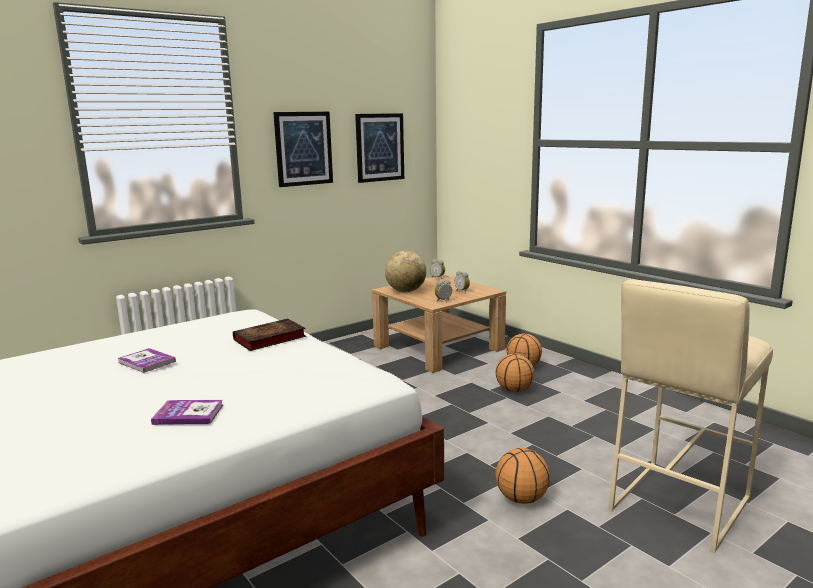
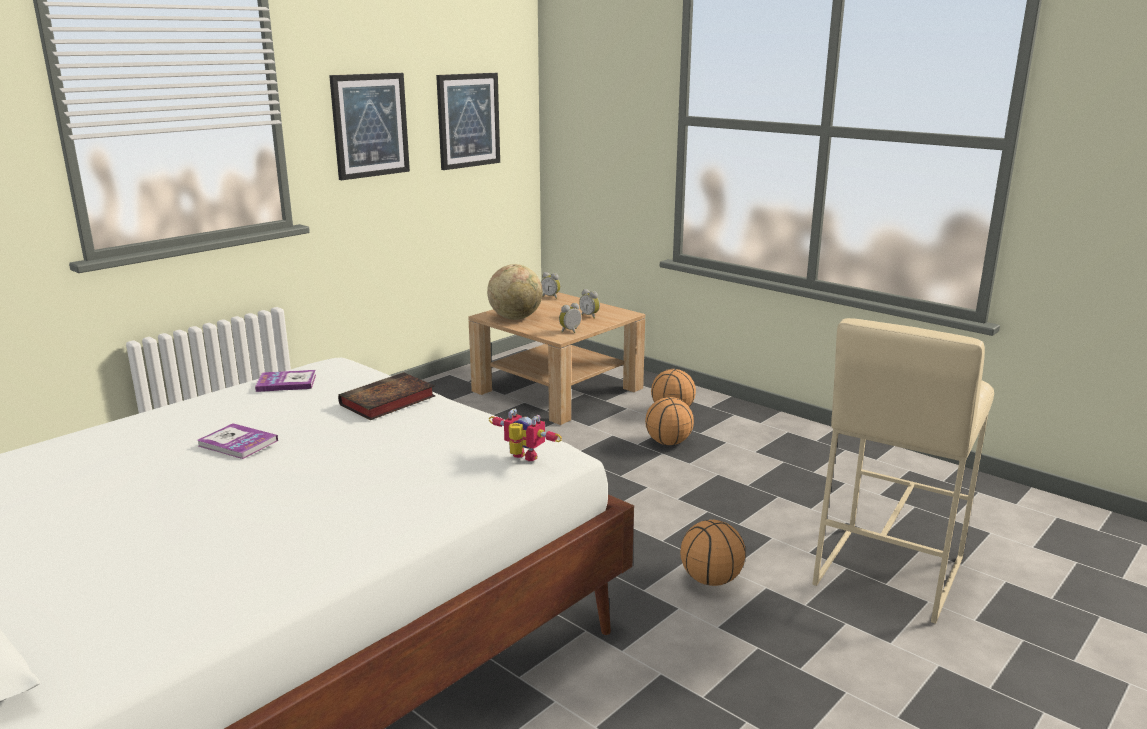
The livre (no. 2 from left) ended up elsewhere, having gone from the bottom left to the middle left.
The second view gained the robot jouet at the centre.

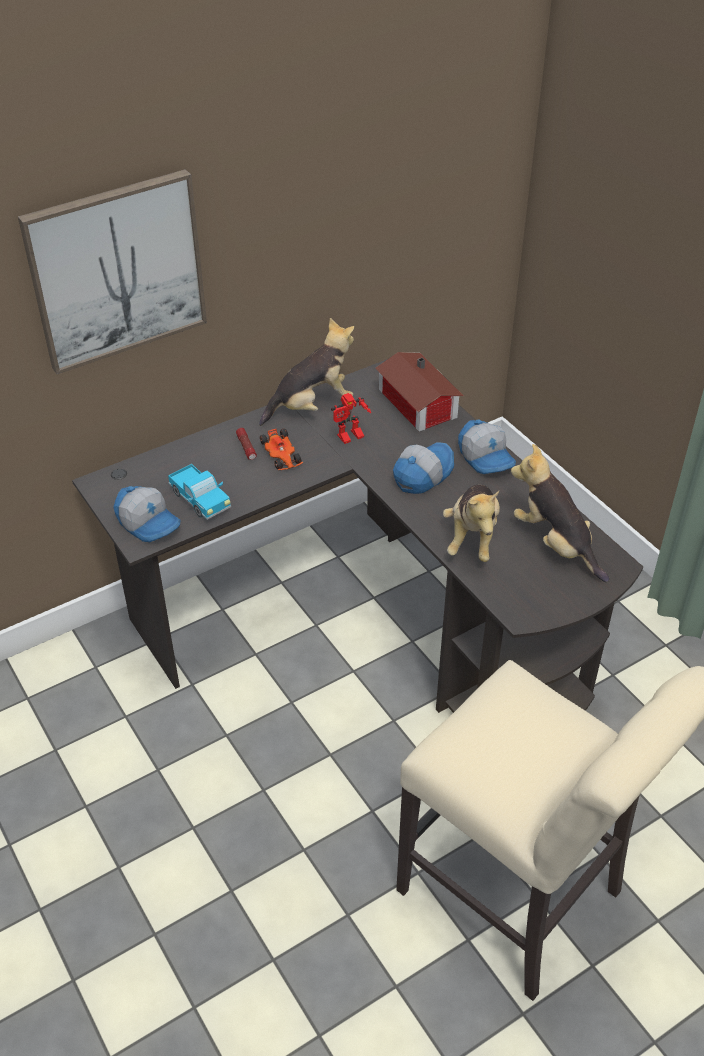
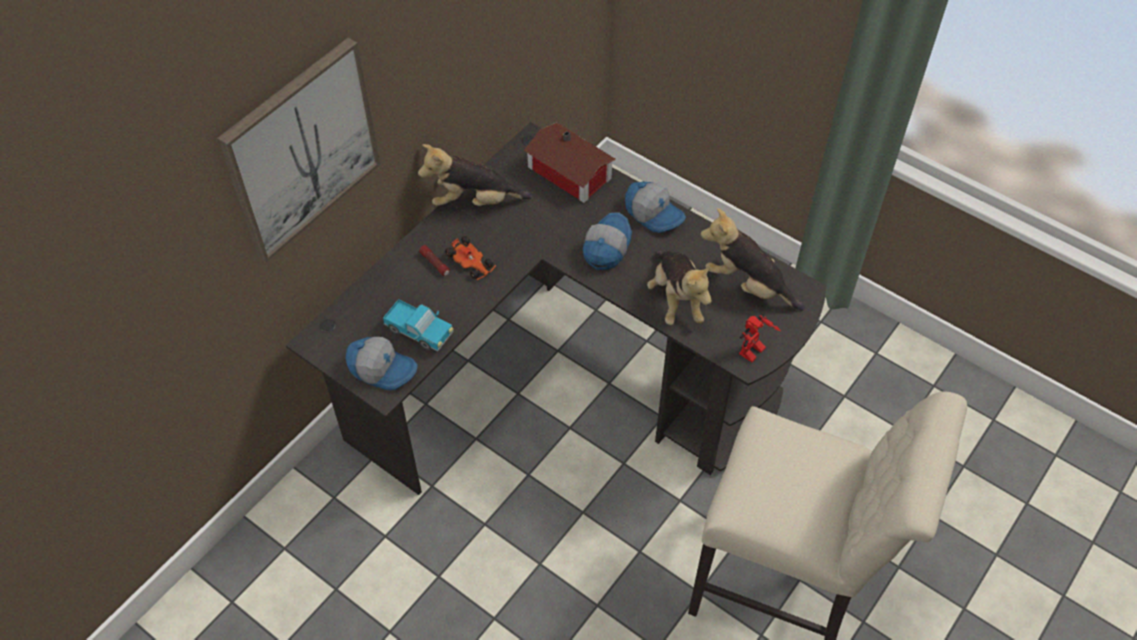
The peluche (no. 1 from left) at the centre ended up facing another way, 135 degrees counterclockwise from before.
The robot jouet ended up elsewhere, having gone from the centre to the middle right.

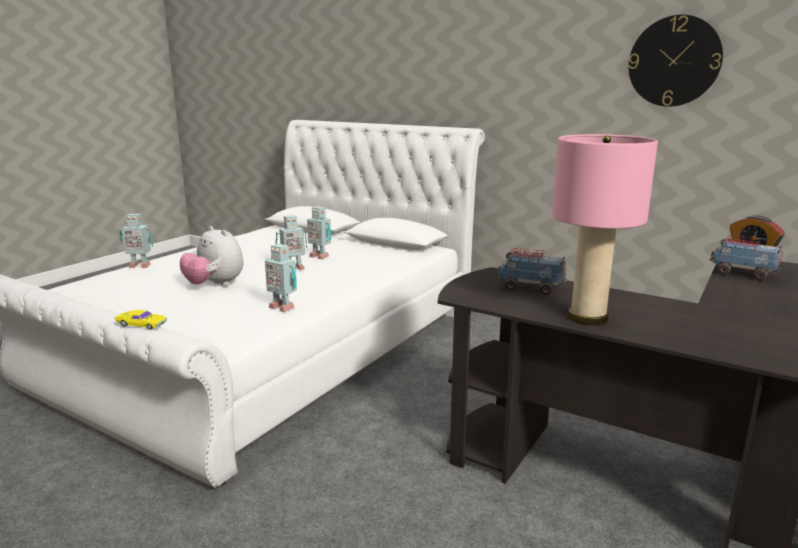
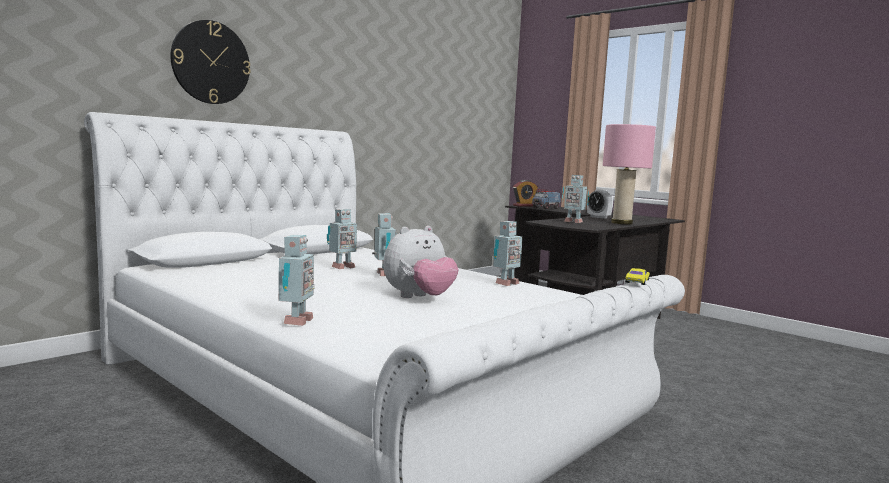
Where the camion jouet (no. 1 from left) stood at the middle right, the robot jouet (no. 5 from left) came to stand at the centre.
The horloge murale ended up elsewhere, having gone from the top right to the top left.
The second view gained the réveil (no. 2 from left) at the middle right.

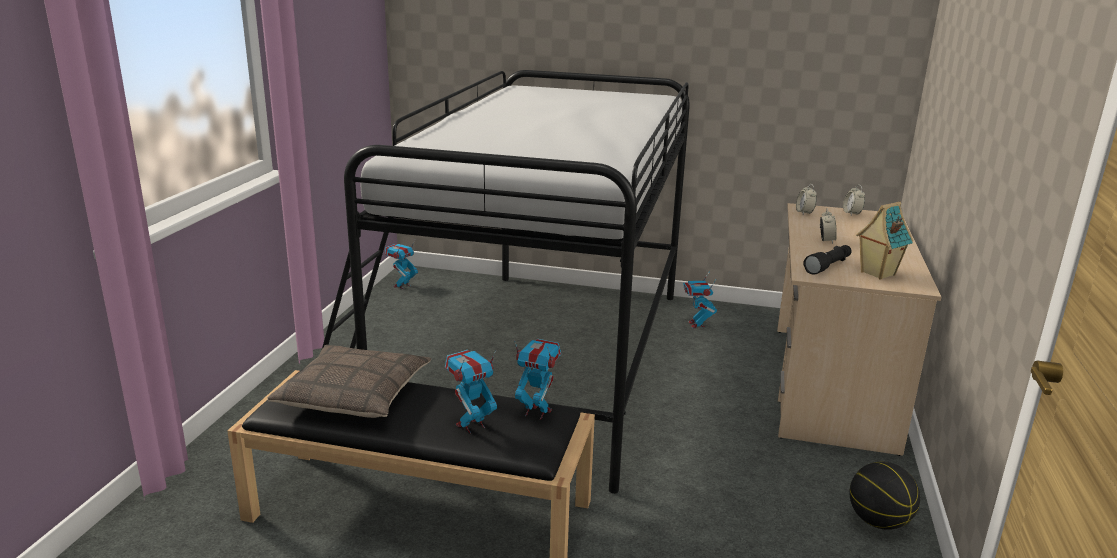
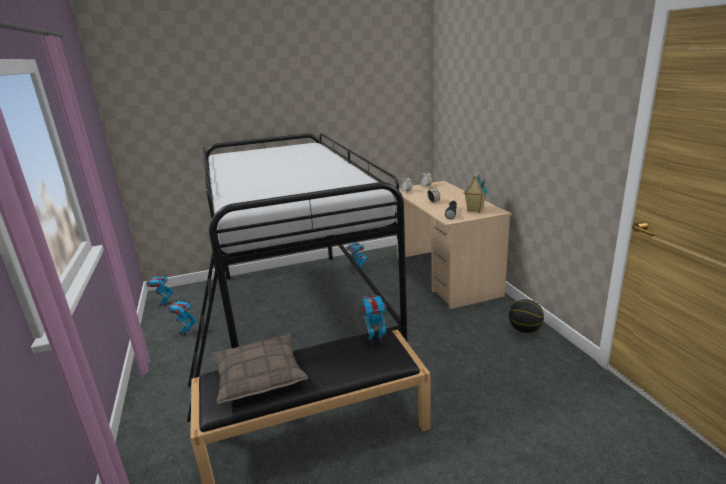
The robot jouet (no. 2 from left) ended up elsewhere, having gone from the bottom centre to the middle left.

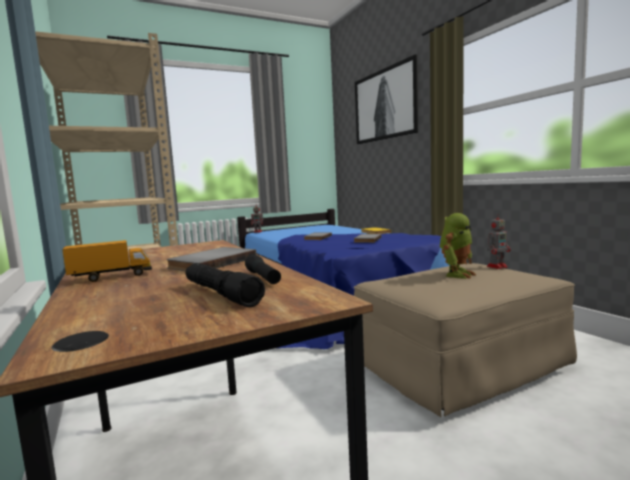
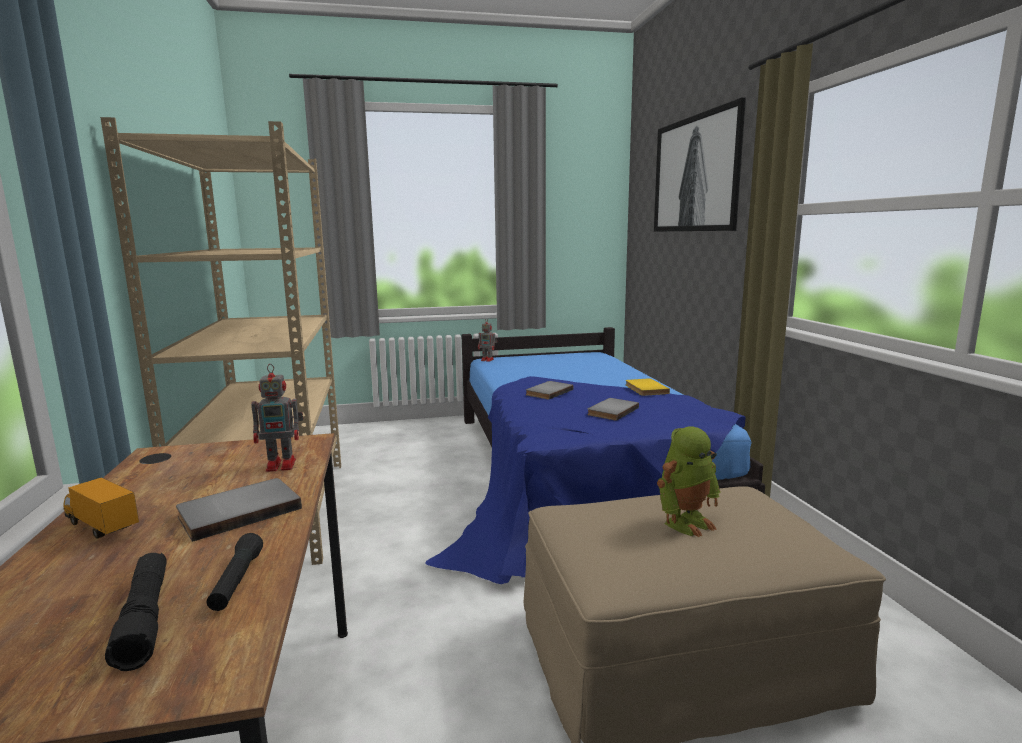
The camion jouet at the middle left ended up facing another way, 135 degrees counterclockwise from before.
The robot jouet (no. 3 from left in the first image) ended up elsewhere, having gone from the middle right to the middle left.

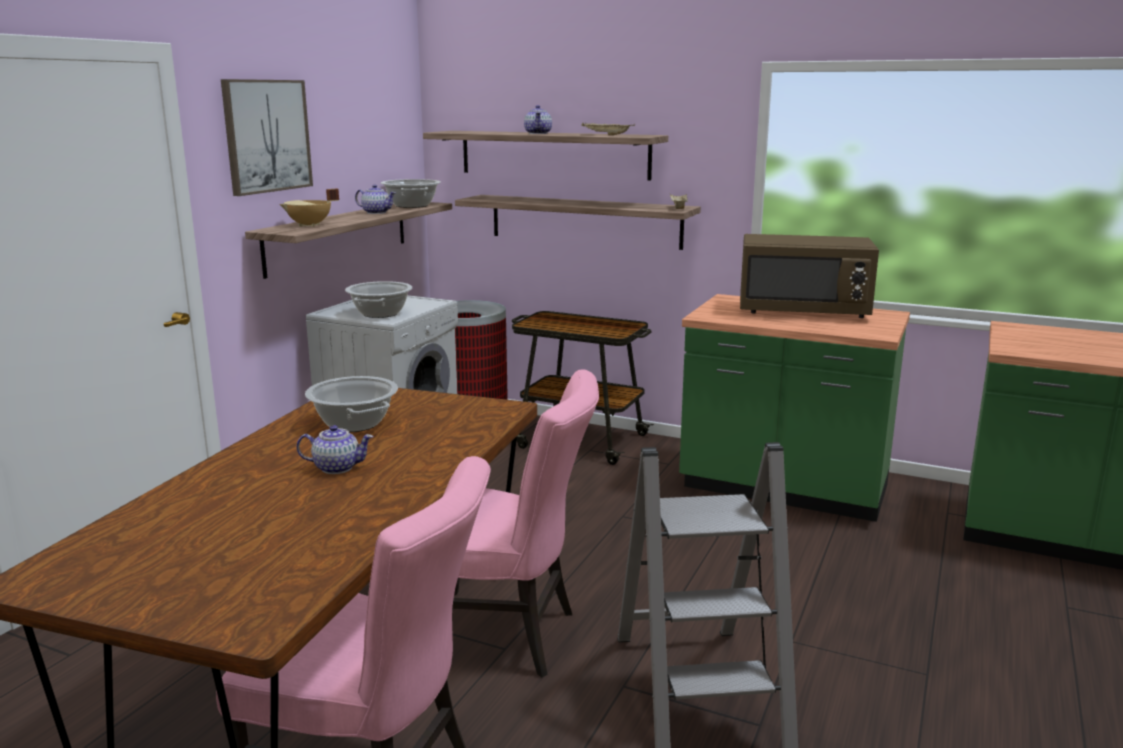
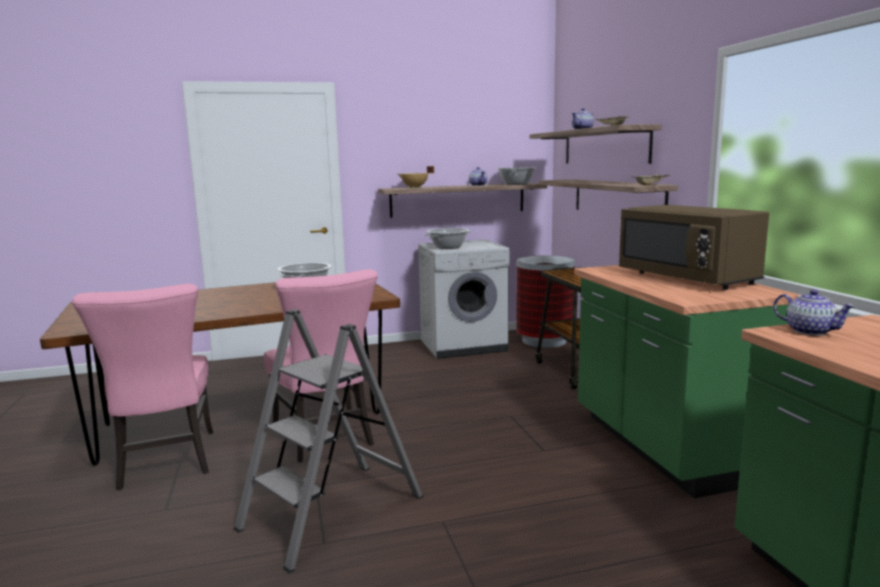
The second view lost the tableau at the top left.
The théière (no. 1 from left in the first image) ended up elsewhere, having gone from the middle left to the middle right.

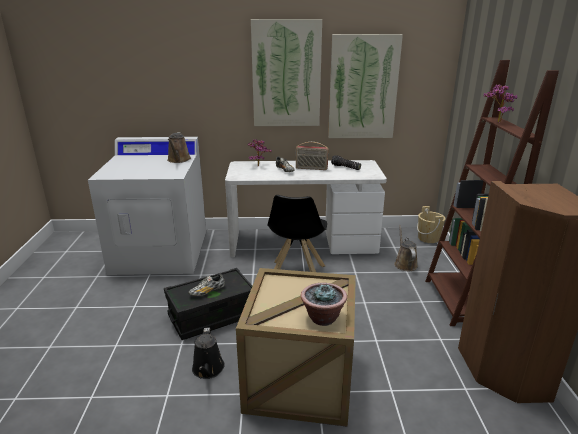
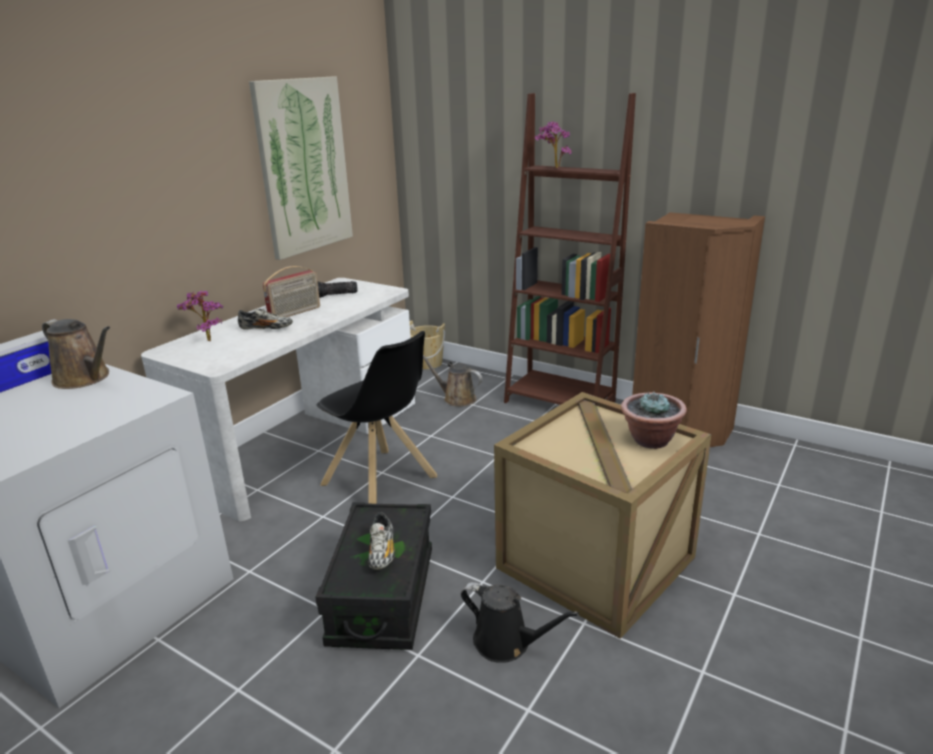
The second view lost the tableau (no. 1 from left) at the top centre.

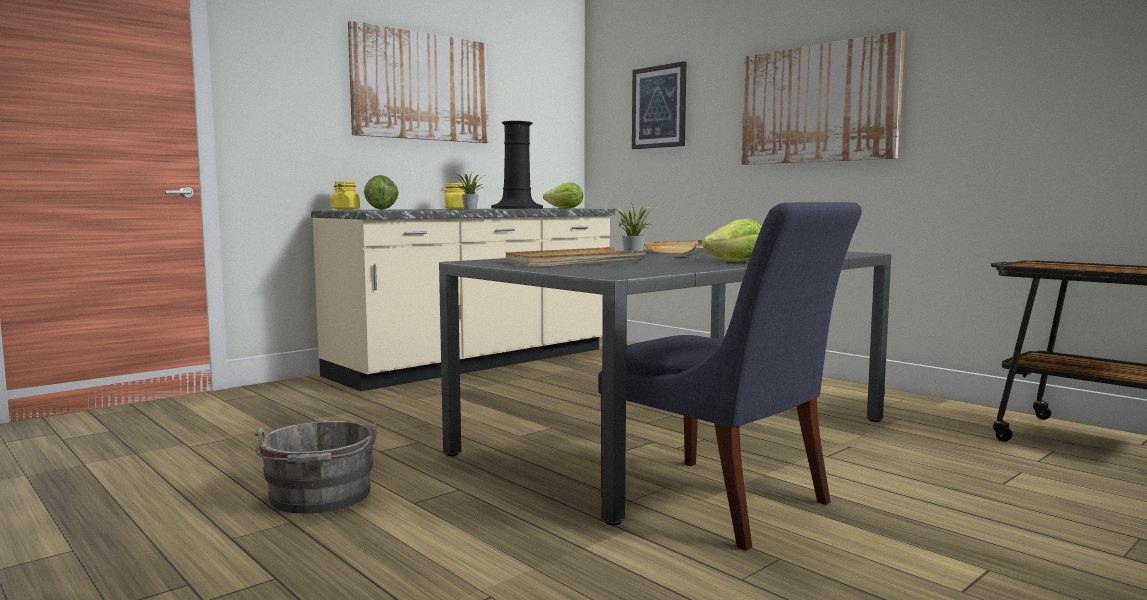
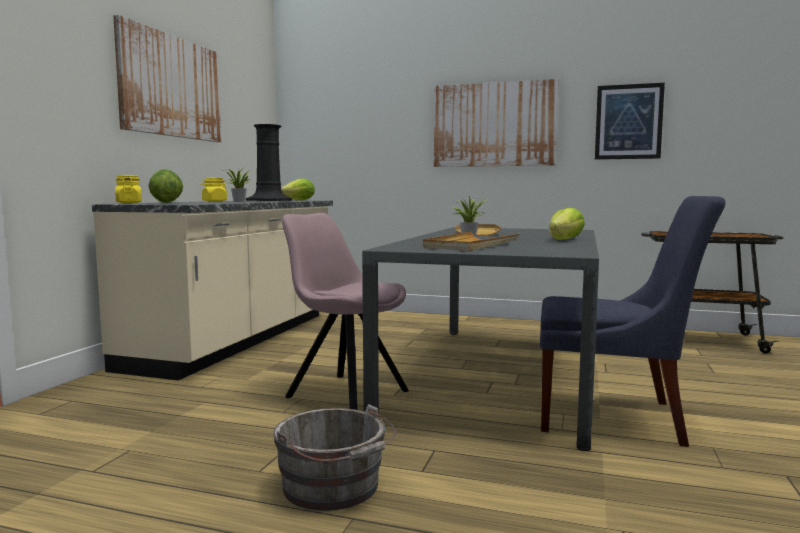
The tableau (no. 2 from left in the first image) ended up elsewhere, having gone from the top centre to the top right.
The second view gained the chaise (rose) at the centre.

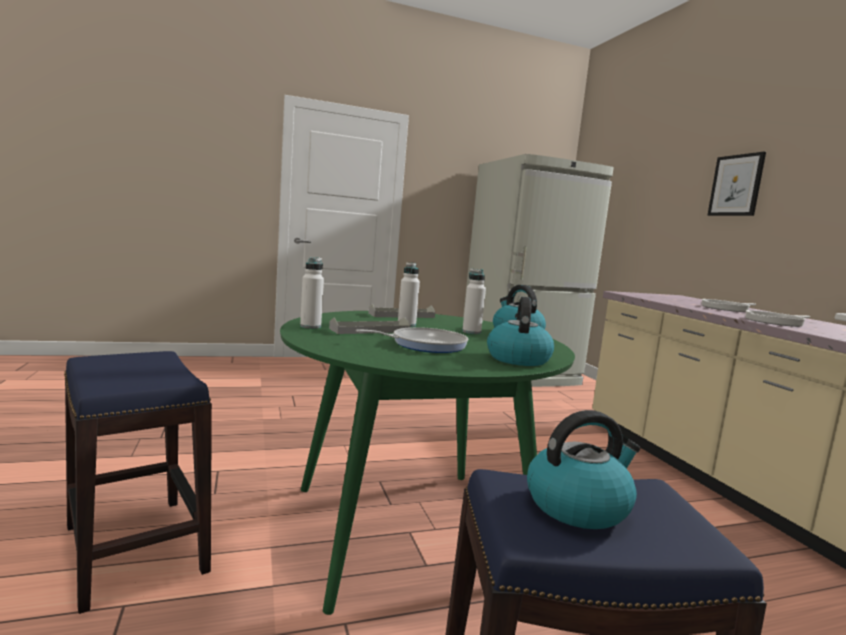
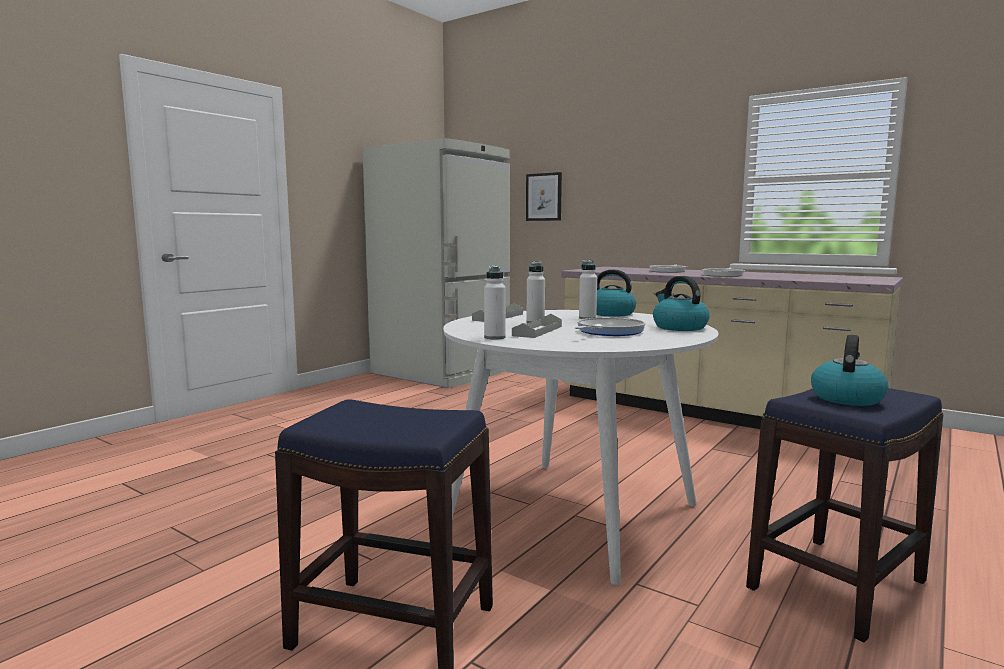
What was the table à manger (vert) at the bottom centre turned into the table à manger (blanc) at the bottom centre.
The tableau ended up elsewhere, having gone from the top right to the top centre.

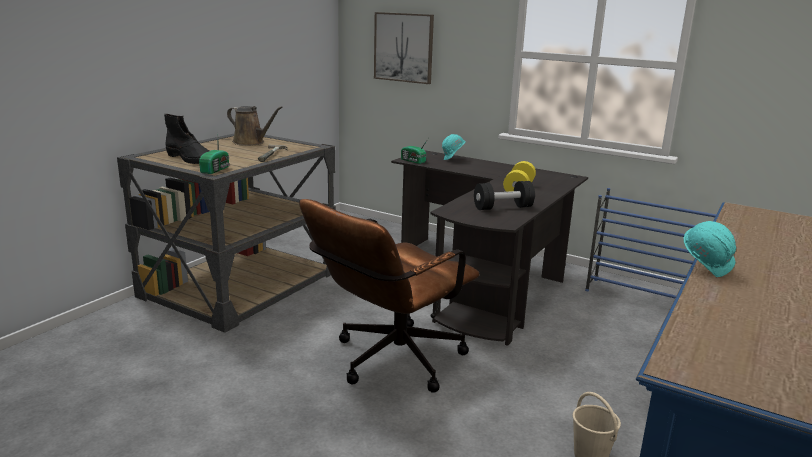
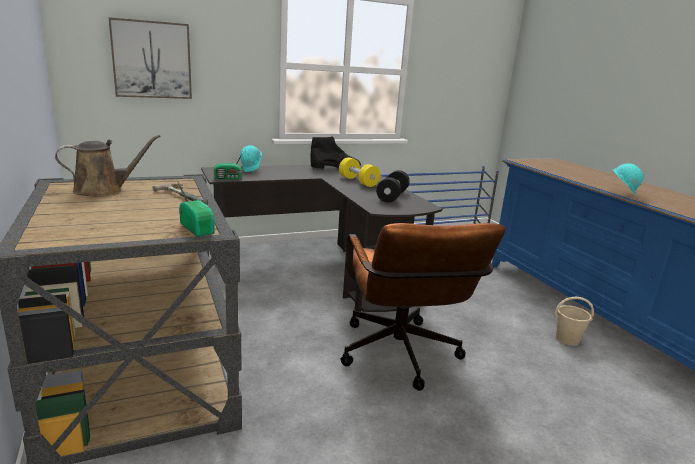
The botte (noir) ended up elsewhere, having gone from the top left to the top centre.

